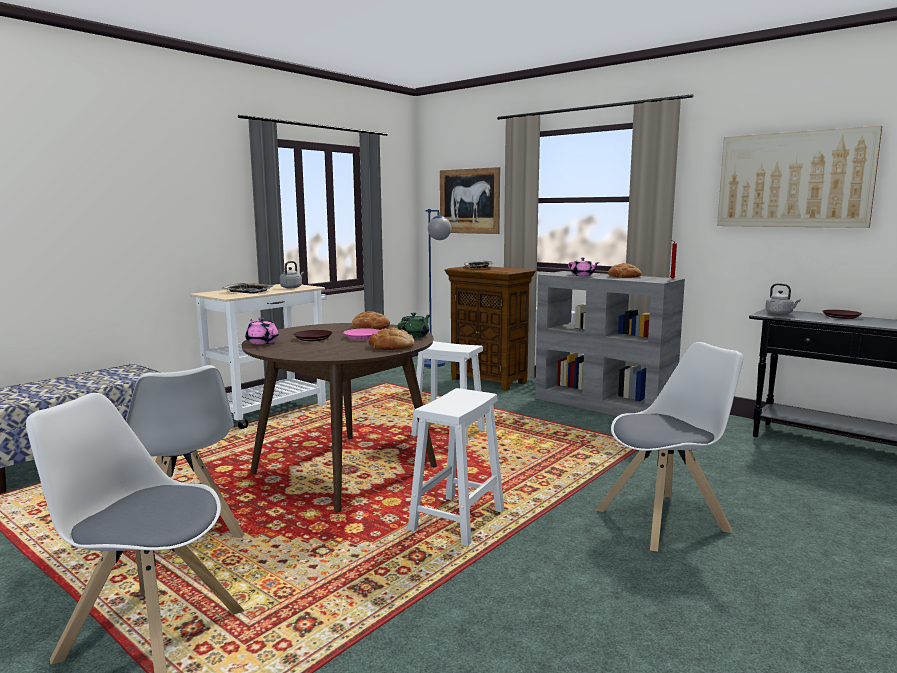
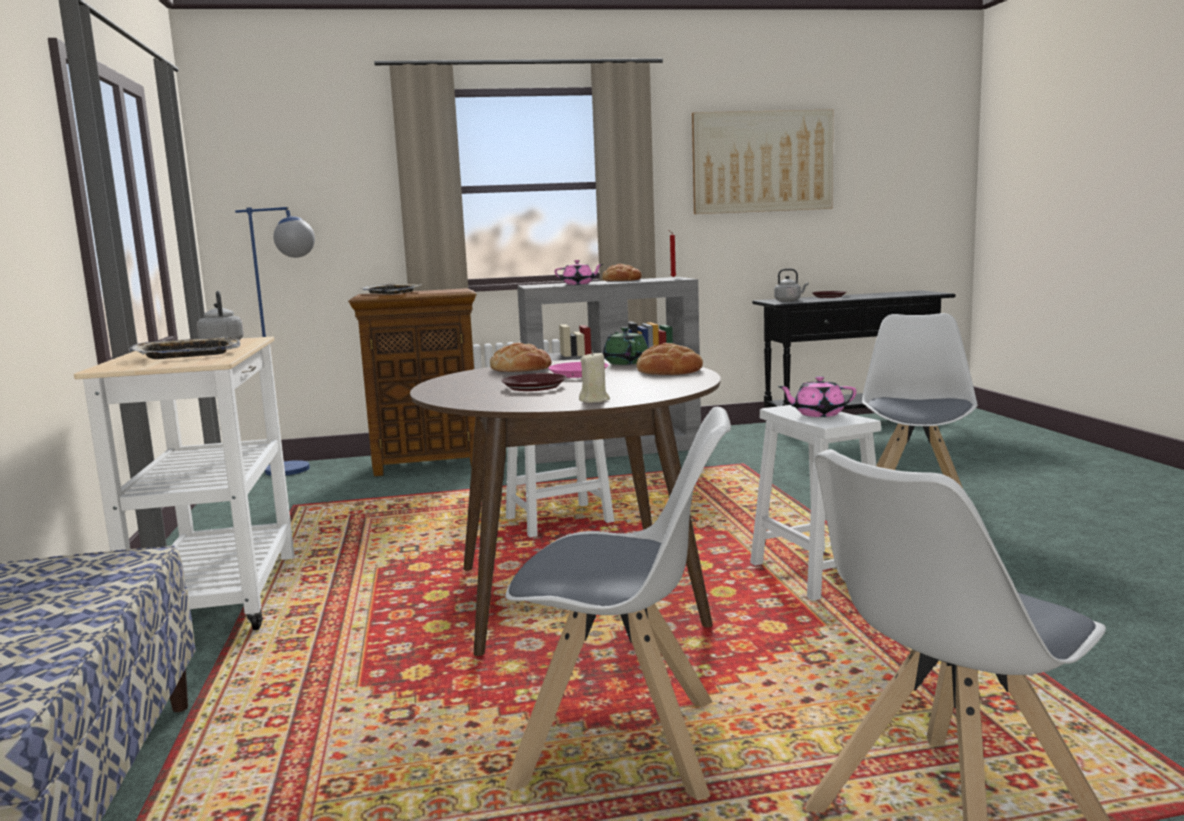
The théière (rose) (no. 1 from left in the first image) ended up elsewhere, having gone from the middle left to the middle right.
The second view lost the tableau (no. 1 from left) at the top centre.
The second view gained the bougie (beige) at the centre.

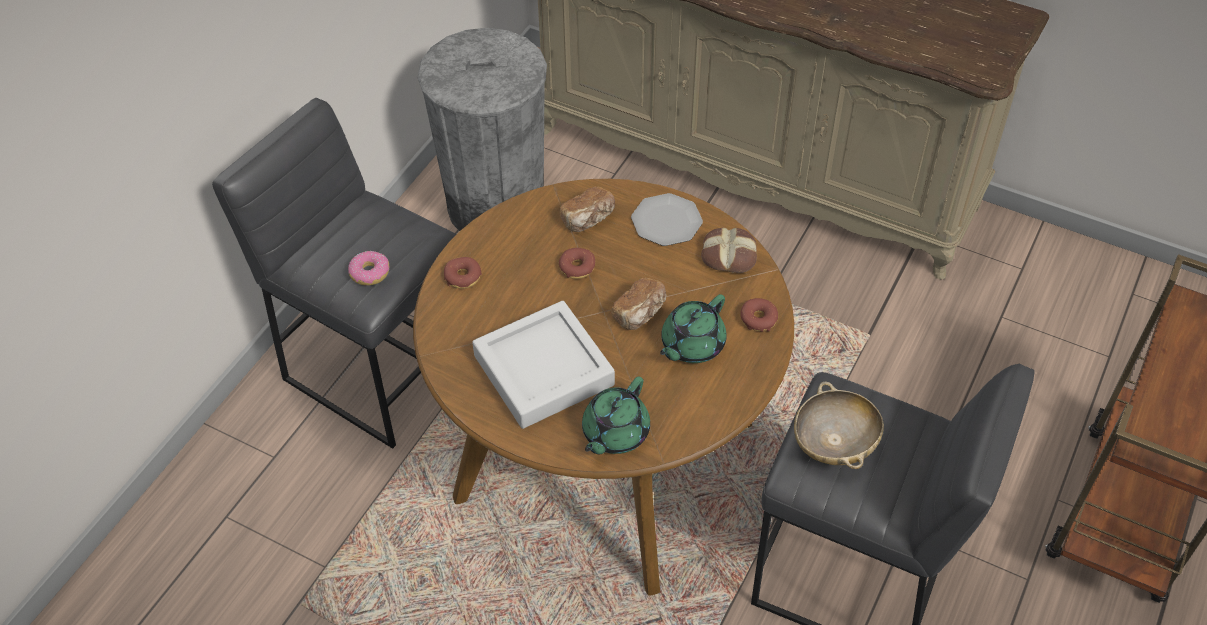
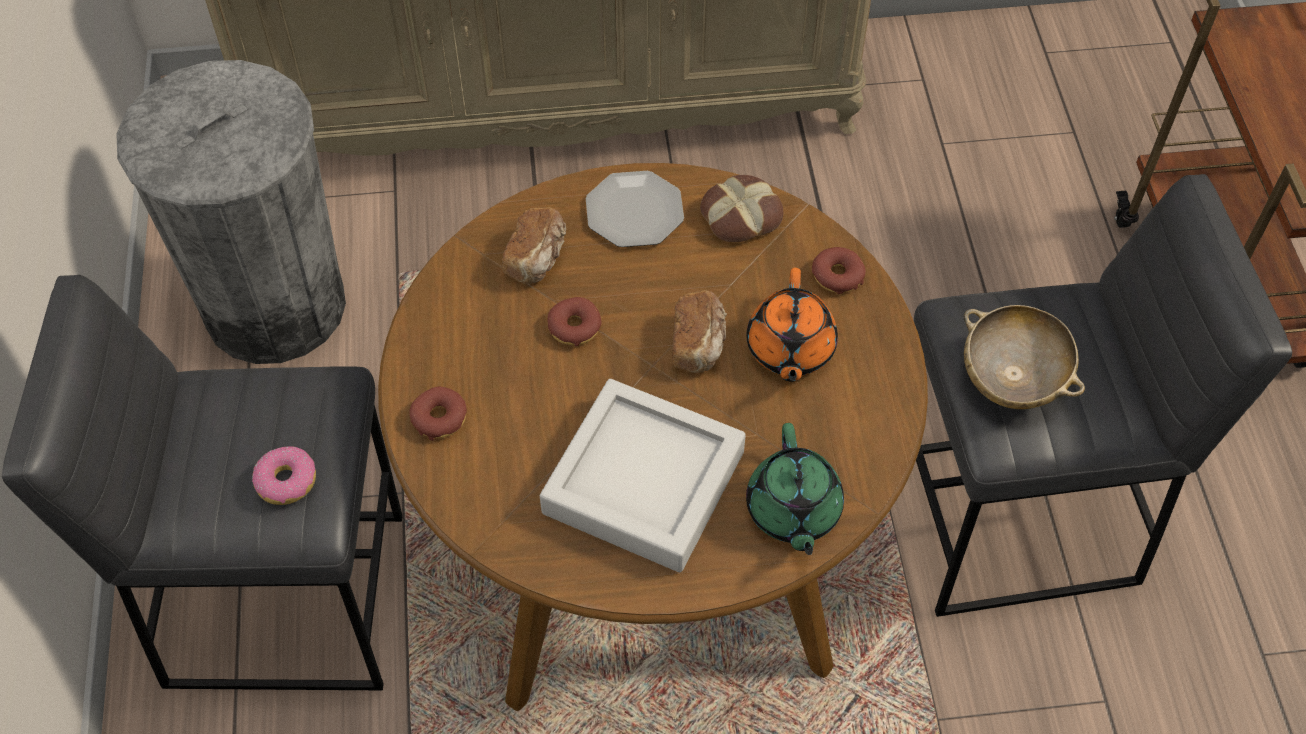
What was the théière (vert) (no. 2 from left) at the centre turned into the théière (orange) at the centre.

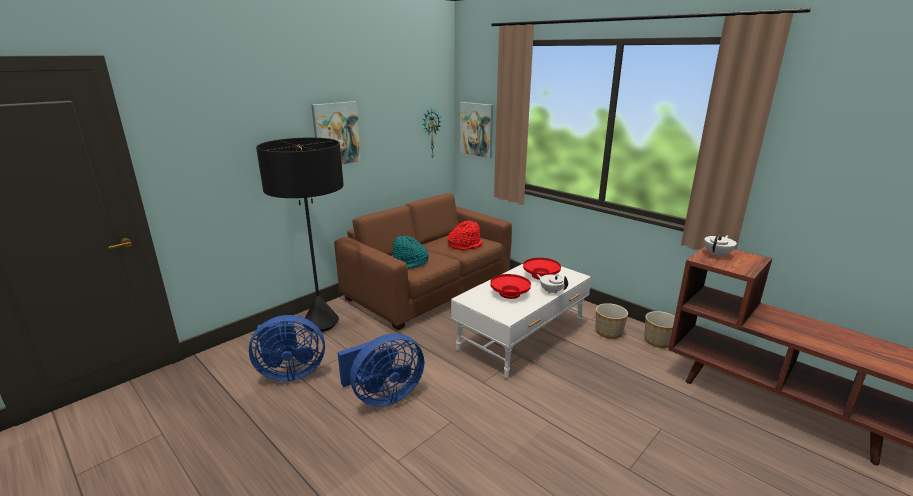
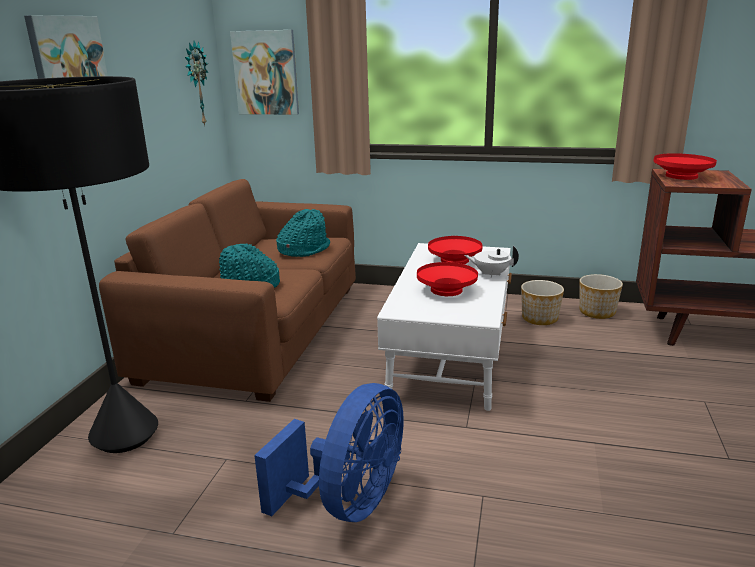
The second view lost the ventilateur (bleu) (no. 1 from left) at the bottom left.
What was the chapeau (rouge) at the centre turned into the chapeau (turquoise) (no. 2 from left) at the centre.
Where the théière (blanc) (no. 2 from left) stood at the middle right, the bol (rouge) (no. 3 from left) came to stand at the top right.

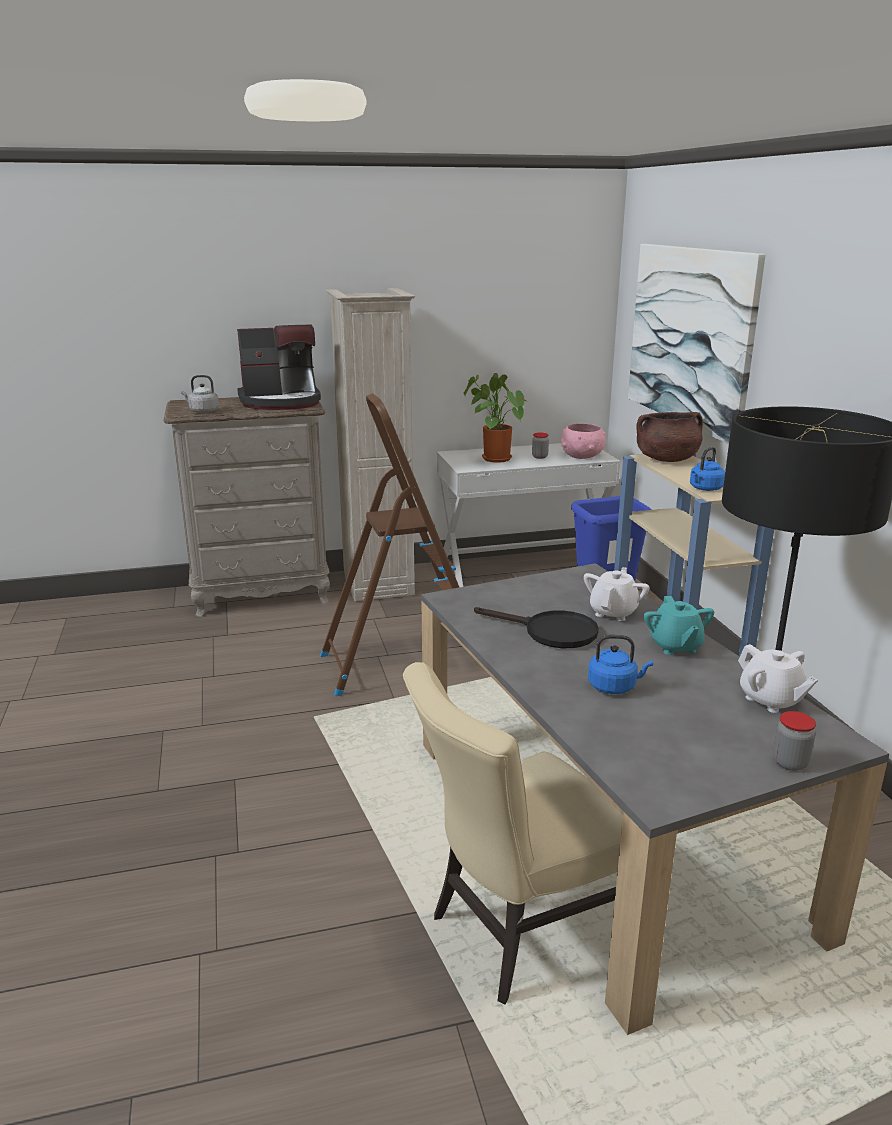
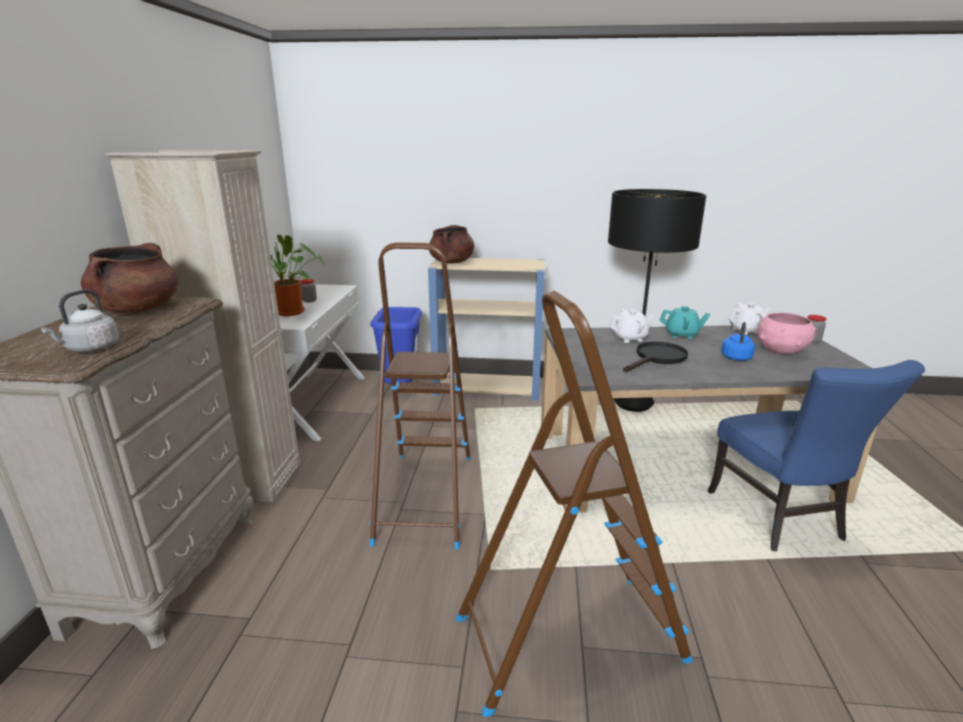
Where the machine à café stood at the top left, the marmite (marron) (no. 1 from left) came to stand at the middle left.
What was the chaise (beige) at the bottom centre turned into the chaise (bleu) at the middle right.
The bol (rose) ended up elsewhere, having gone from the centre to the middle right.
The théière (blanc) (no. 1 from left) at the middle right ended up facing another way, 120 degrees clockwise from before.
The second view lost the tableau at the top right.
The second view lost the bouilloire (bleu) (no. 2 from left) at the middle right.
The second view gained the escabeau (marron) (no. 2 from left) at the bottom centre.

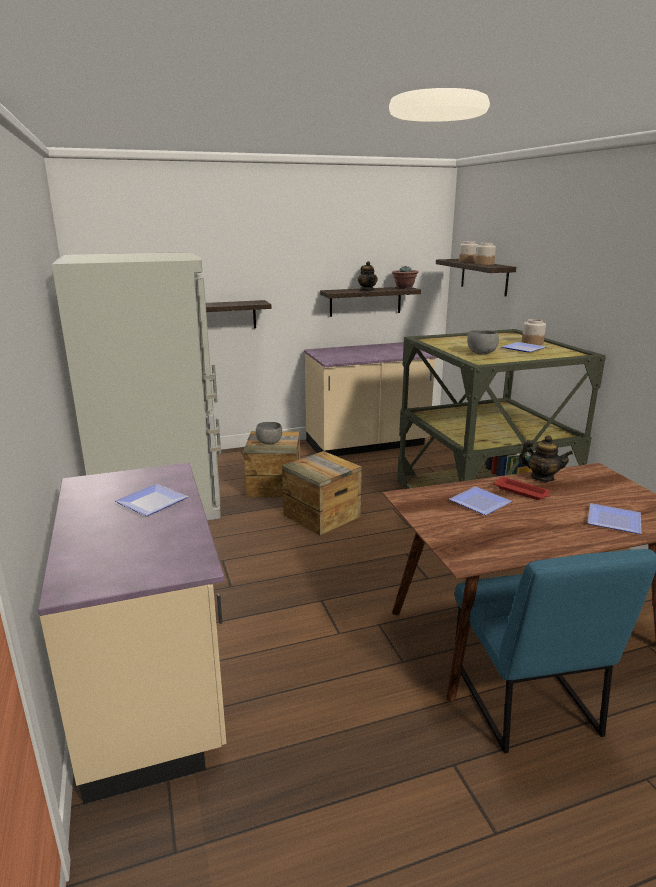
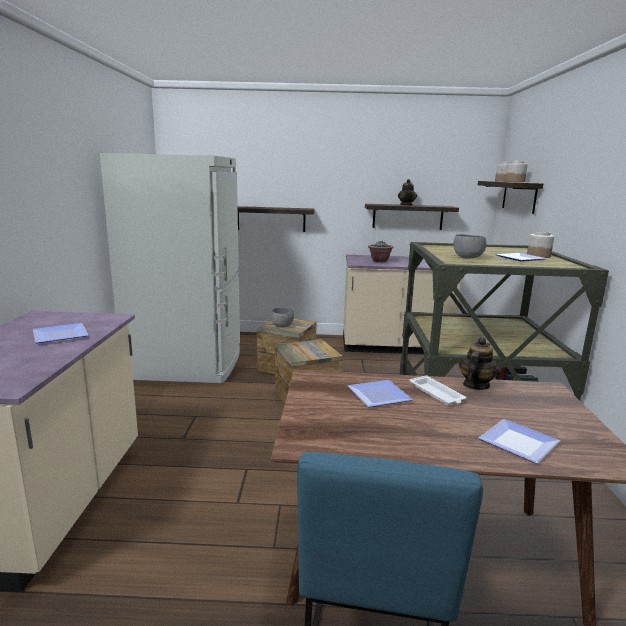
The plante en pot ended up elsewhere, having gone from the top centre to the centre.
What was the plateau (rouge) at the middle right turned into the plateau (blanc) at the middle right.
The théière (no. 2 from left) at the middle right ended up facing another way, 105 degrees counterclockwise from before.

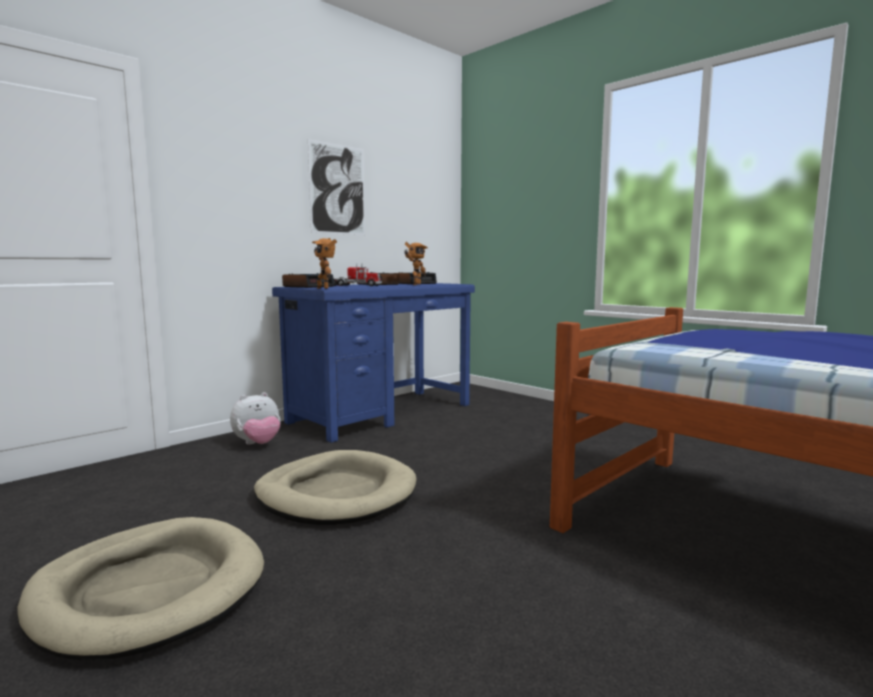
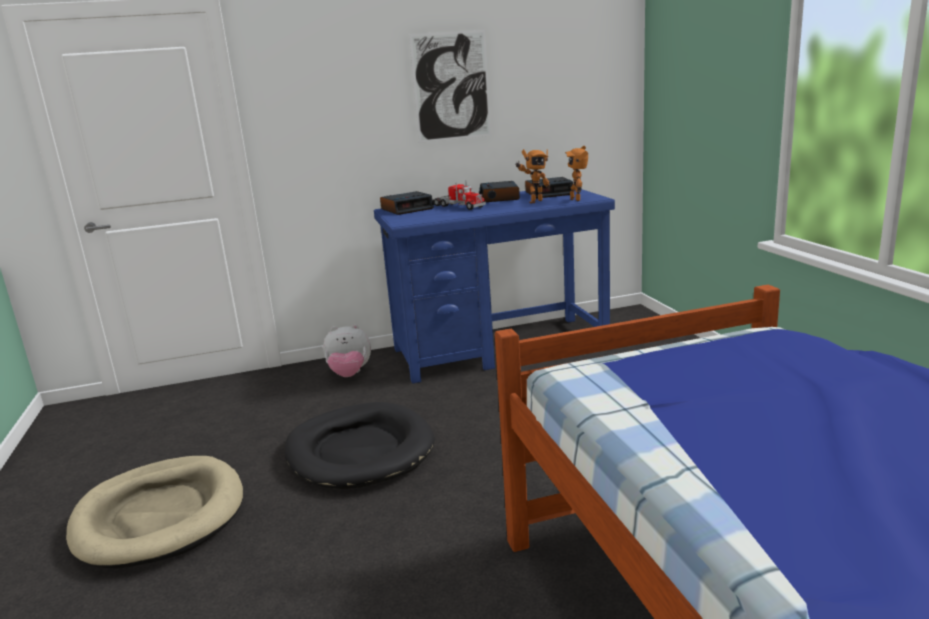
What was the panier pour chien (beige) (no. 2 from left) at the bottom centre turned into the panier pour chien (noir) at the bottom centre.
The robot jouet (no. 1 from left in the first image) ended up elsewhere, having gone from the centre to the top centre.

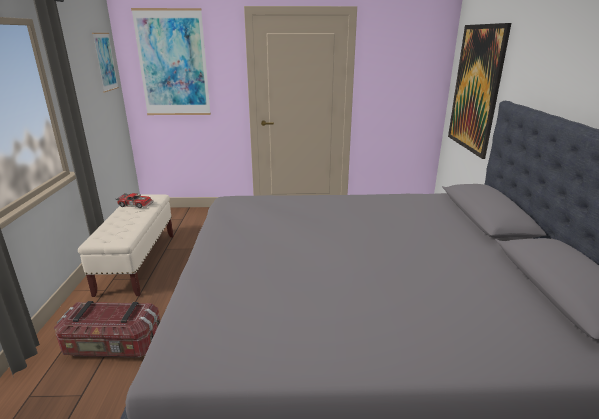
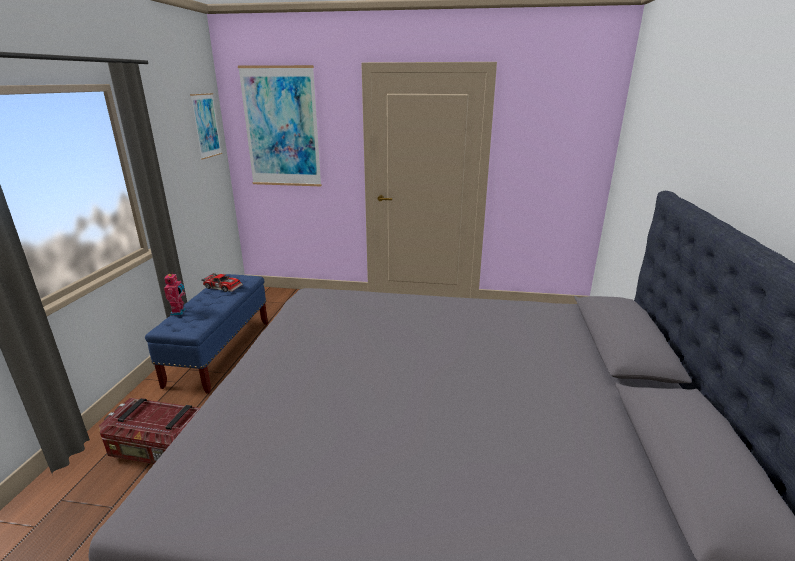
What was the banc (beige) at the middle left turned into the banc (bleu) at the middle left.
The second view lost the tableau (no. 3 from left) at the top right.
The second view gained the robot jouet at the middle left.

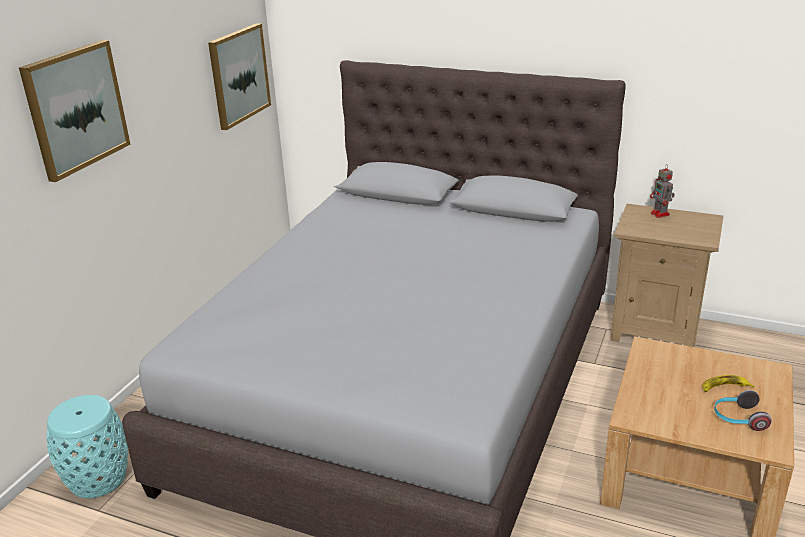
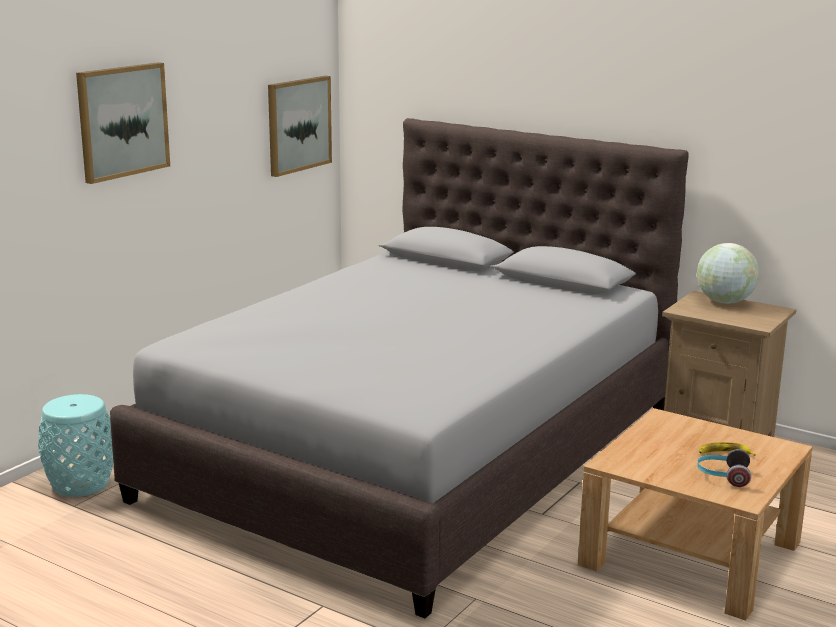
Where the robot jouet stood at the middle right, the globe came to stand at the middle right.

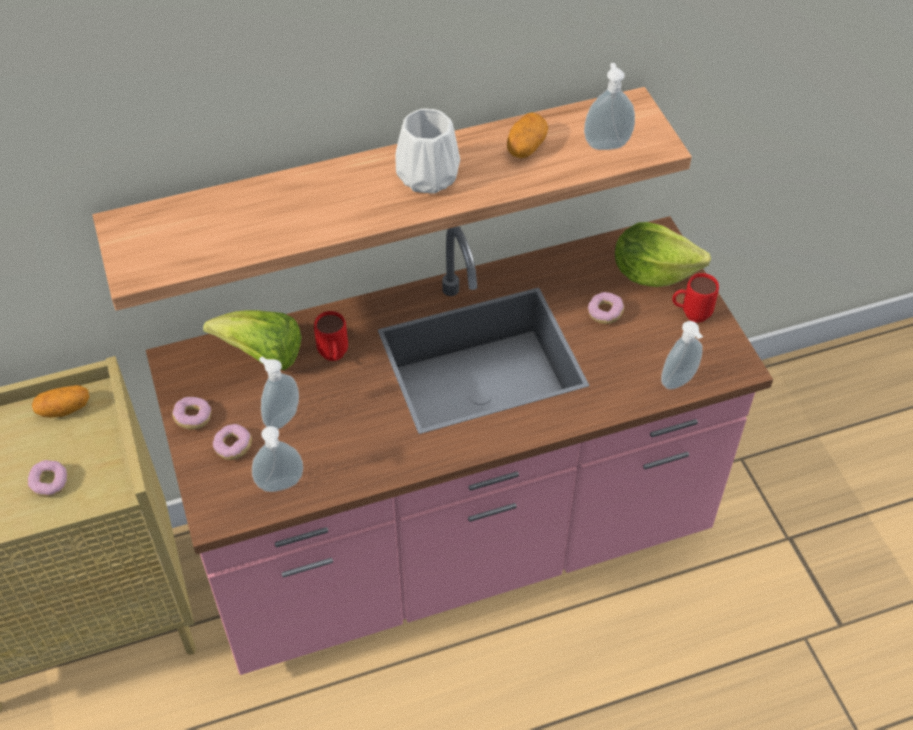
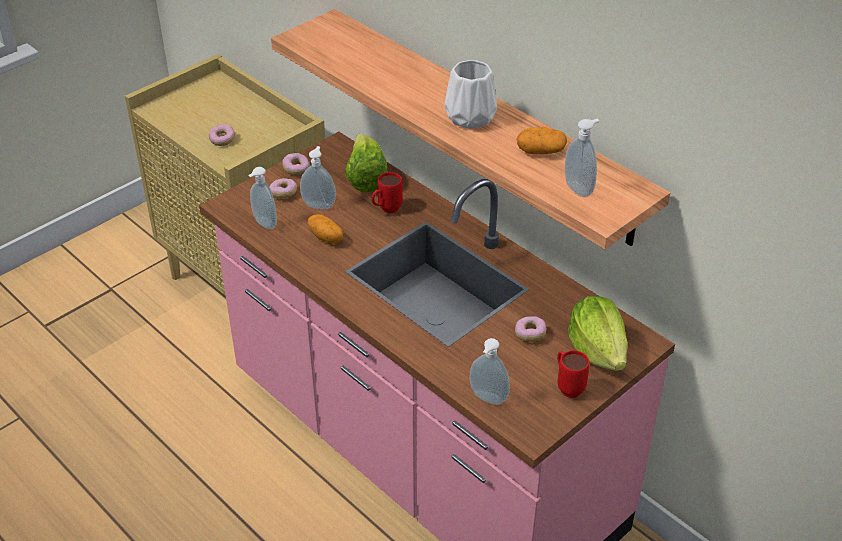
The pomme de terre (no. 1 from left) ended up elsewhere, having gone from the middle left to the centre.

